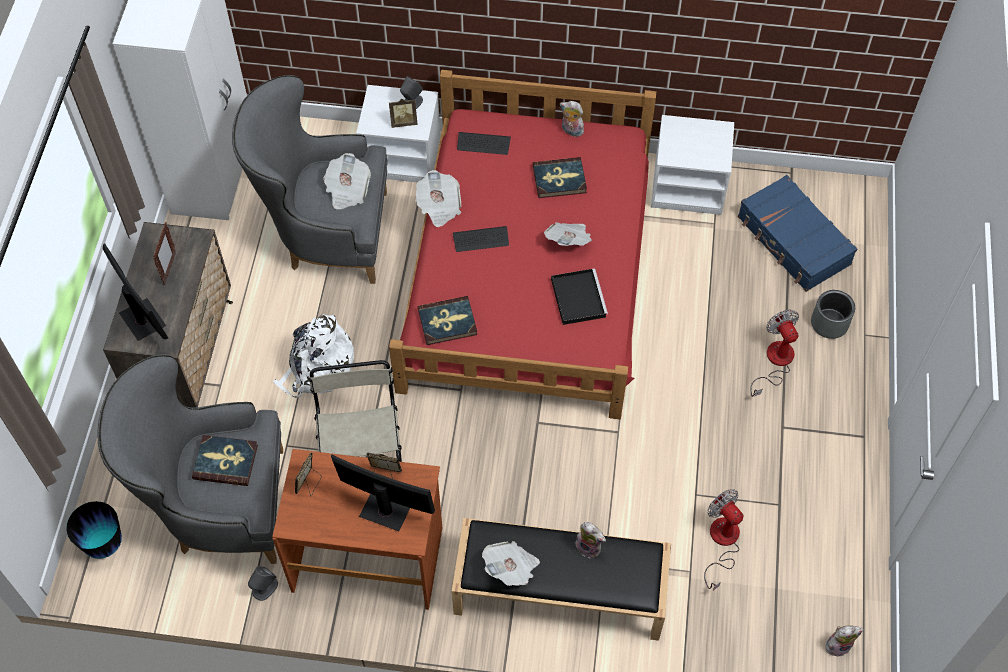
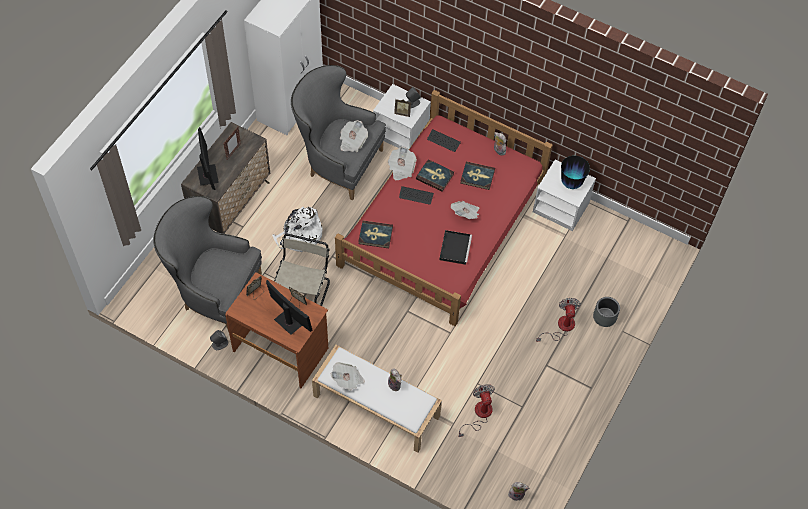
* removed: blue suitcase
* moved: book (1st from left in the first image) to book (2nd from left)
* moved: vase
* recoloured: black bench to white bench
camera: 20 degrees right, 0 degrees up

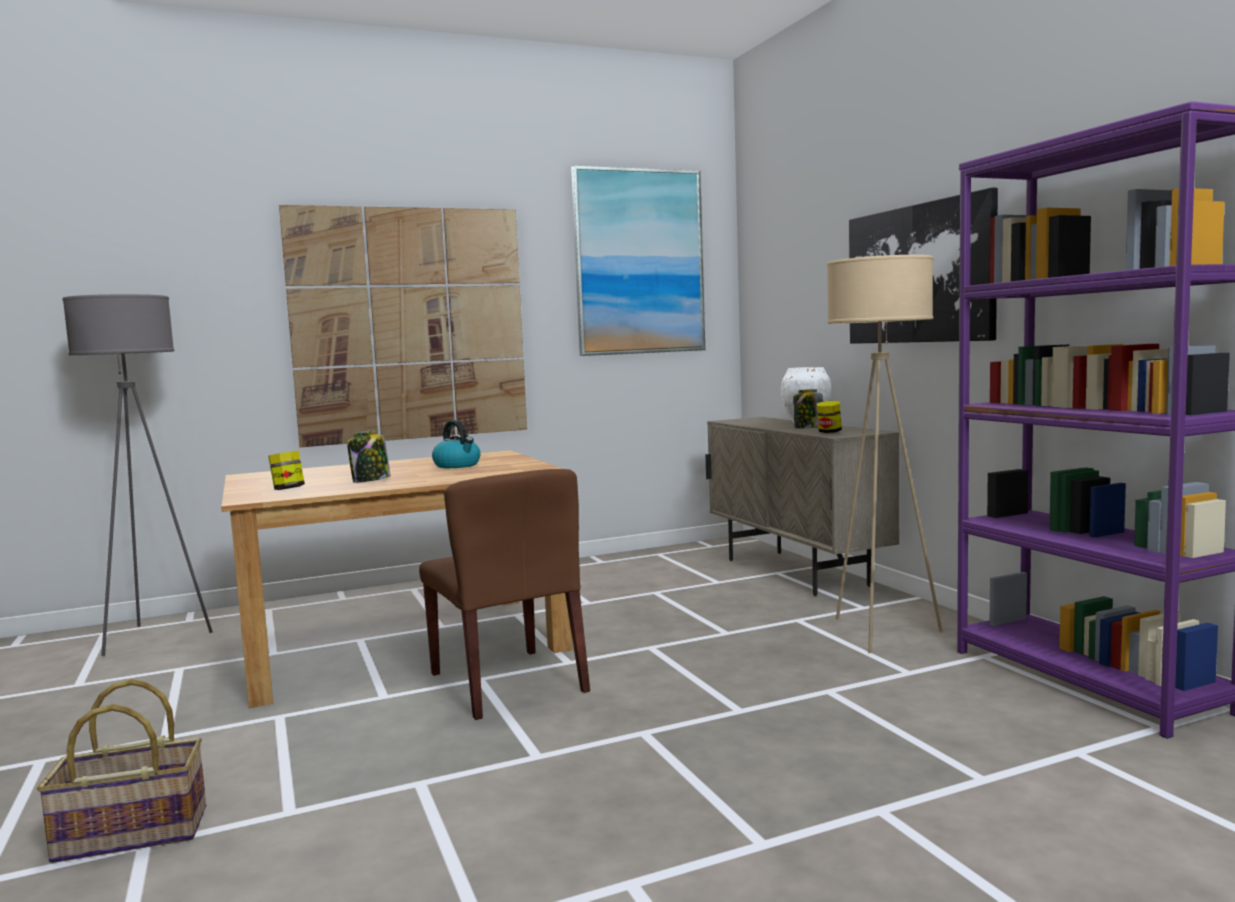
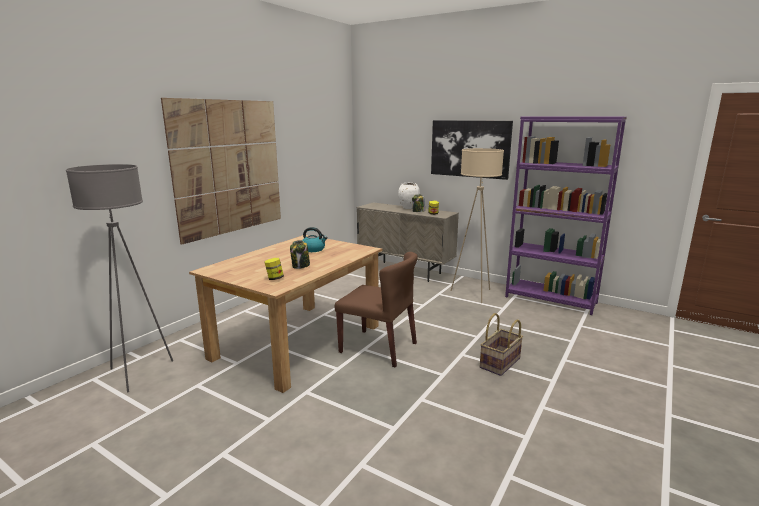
* removed: picture (2nd from left)
* moved: basket
camera: 35 degrees left, 10 degrees up

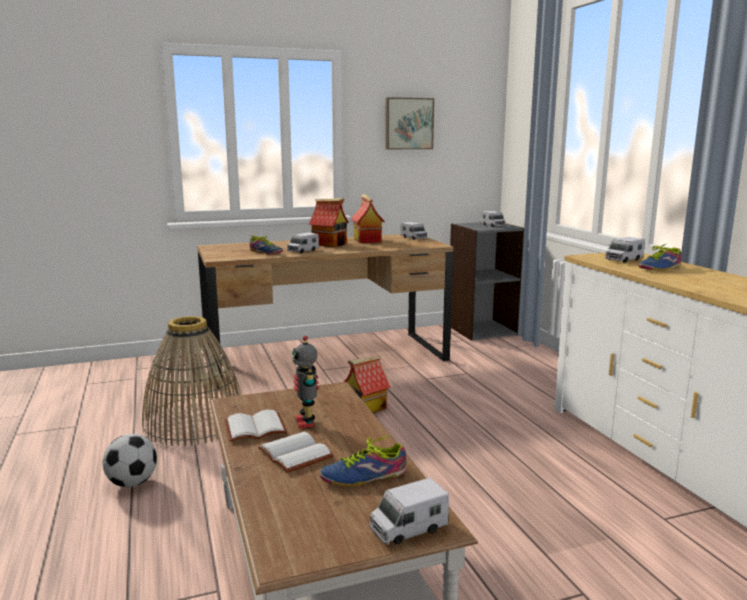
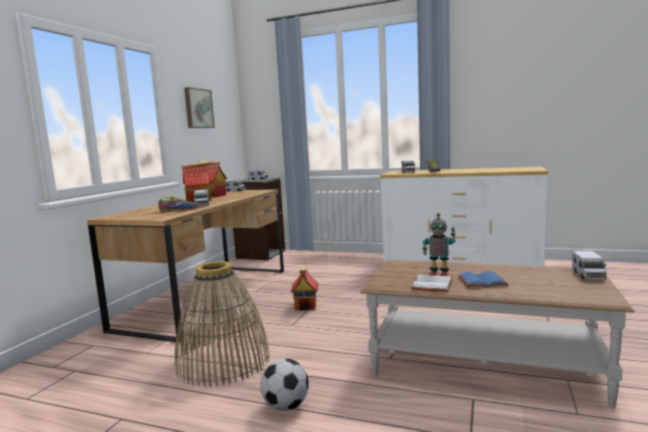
* recoloured: white book (2nd from left) to blue book
* removed: shoe (2nd from left)
camera: 50 degrees left, 5 degrees down

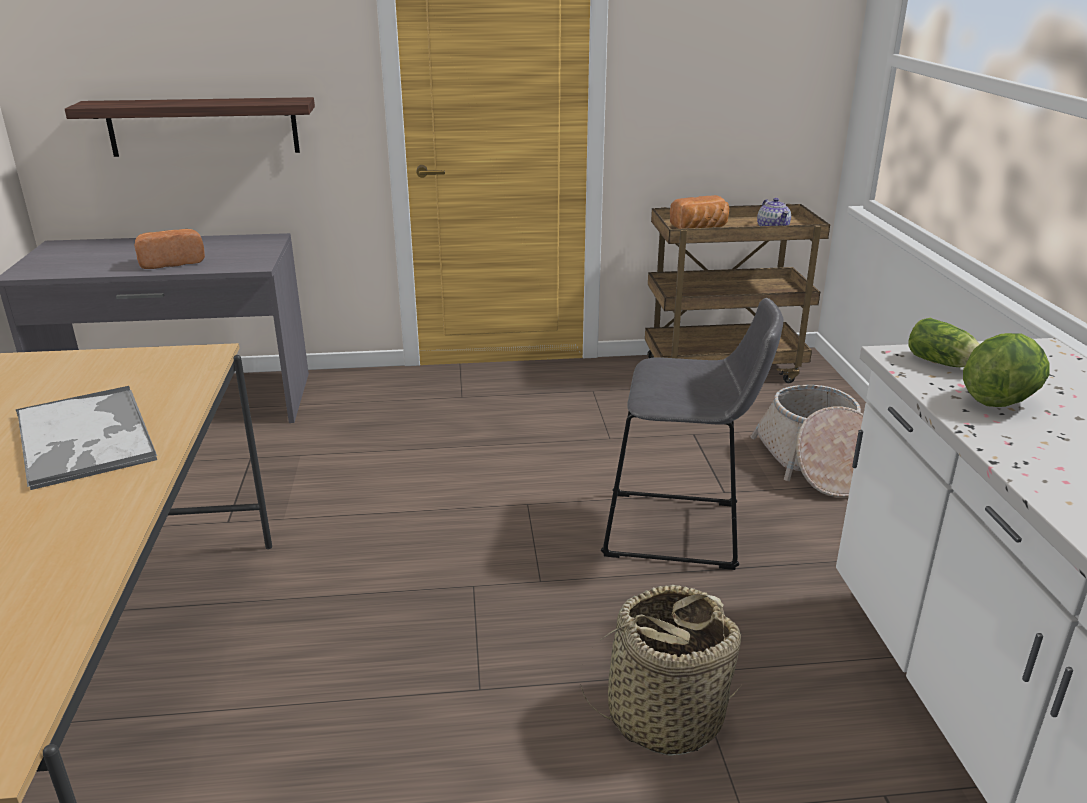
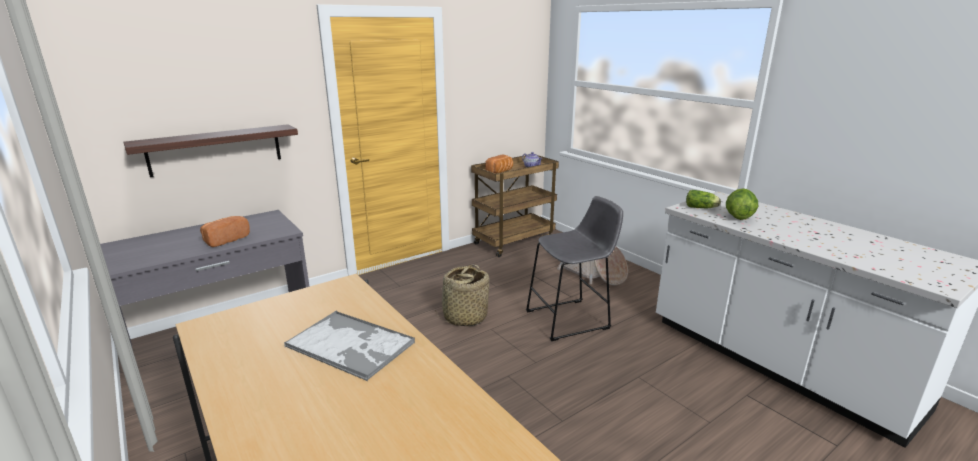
* moved: basket (1st from left)
camera: 30 degrees left, 5 degrees down

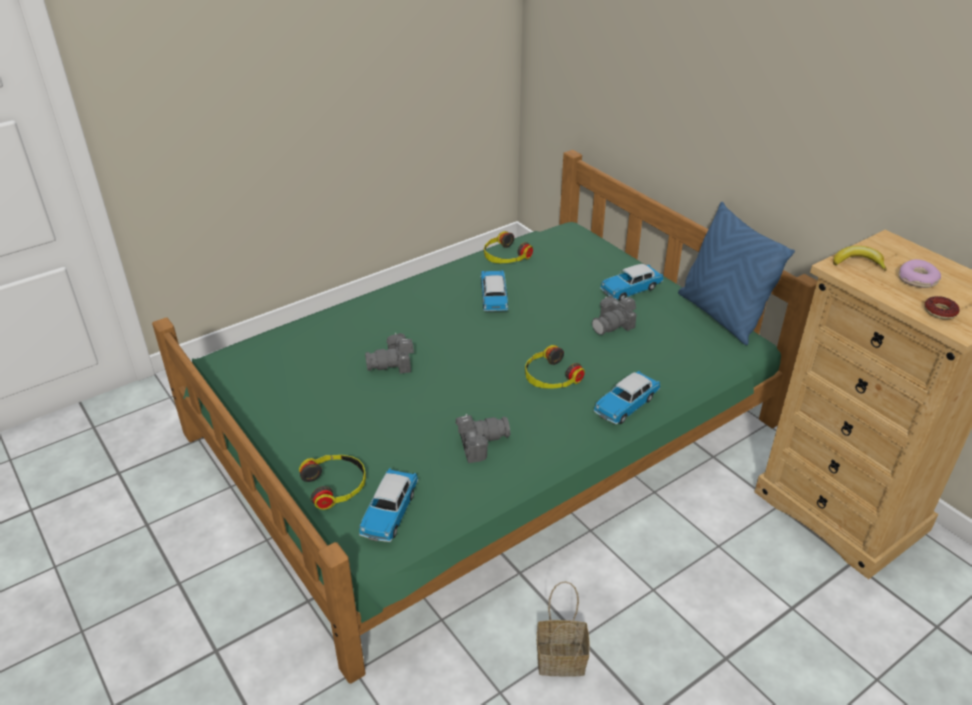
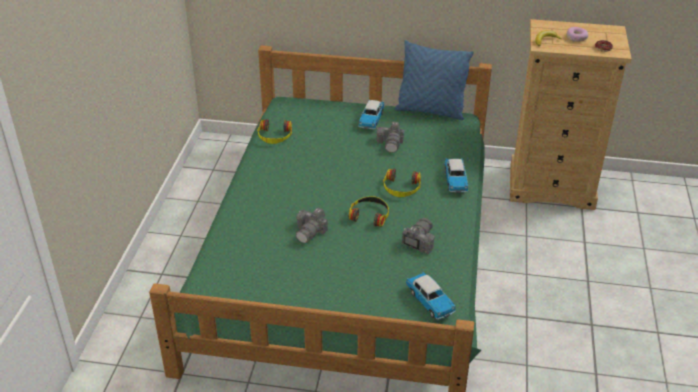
* removed: toy car (2nd from left)
* moved: headphones (1st from left in the first image) to headphones (2nd from left)
* removed: basket
camera: 45 degrees left, 0 degrees up

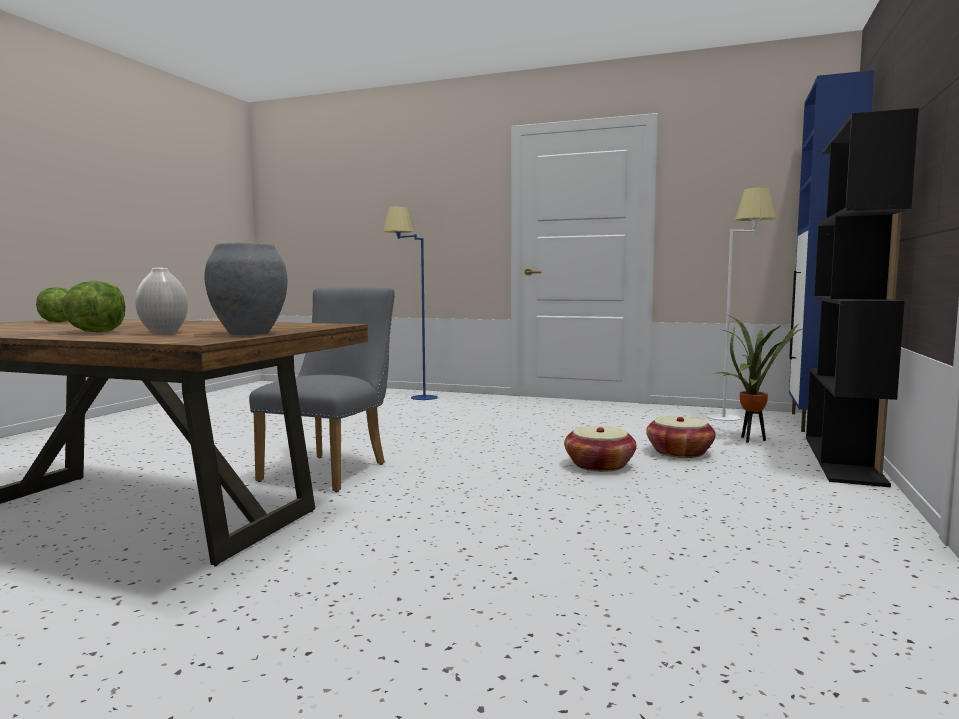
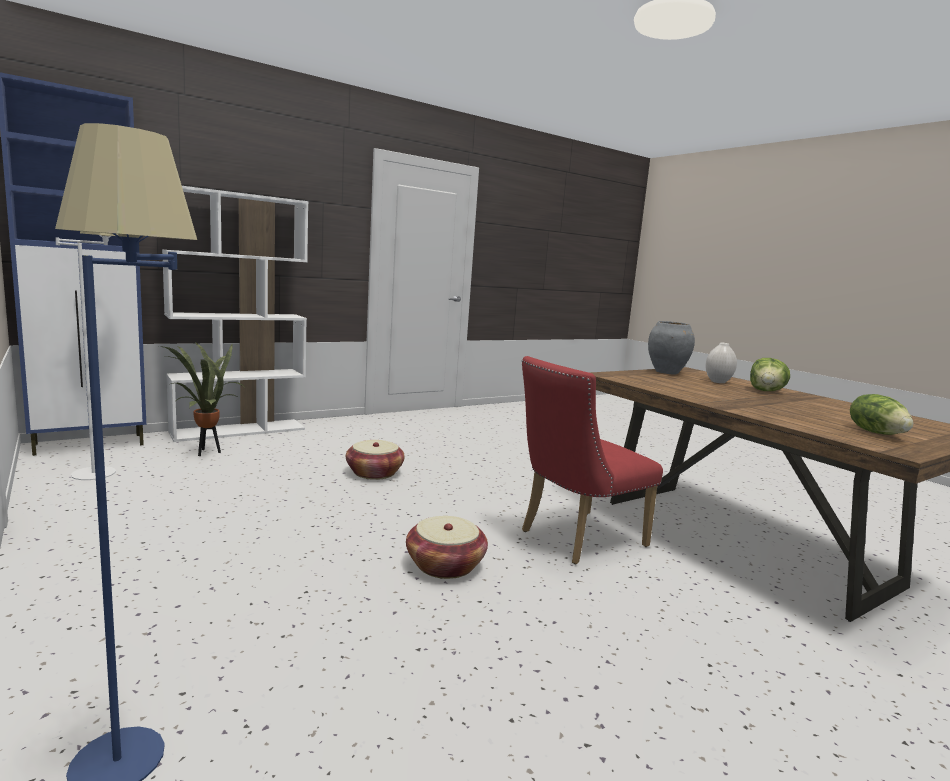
* recoloured: black bookcase to white bookcase
* recoloured: grey chair to red chair
* moved: basket (2nd from left)
camera: 145 degrees left, 5 degrees up

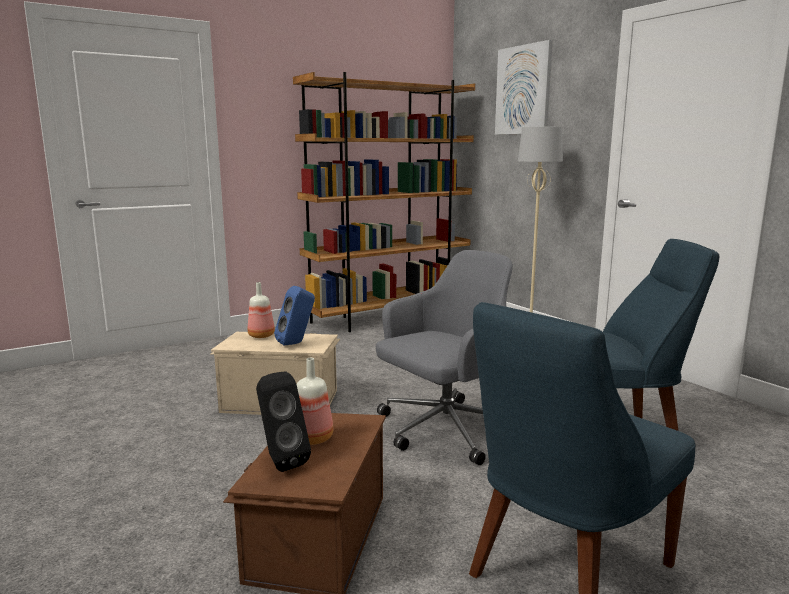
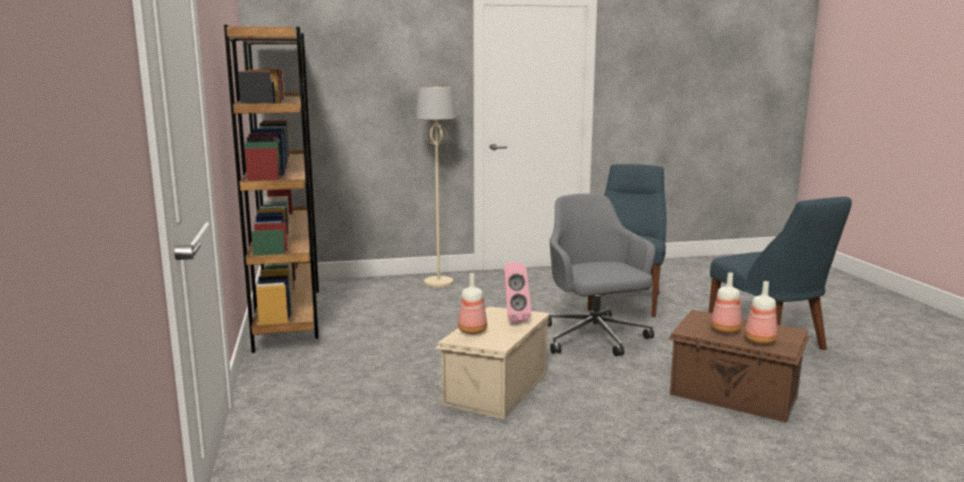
* removed: picture
* recoloured: blue speaker to pink speaker
* replaced: black speaker to bottle (3rd from left)
camera: 70 degrees left, 0 degrees up

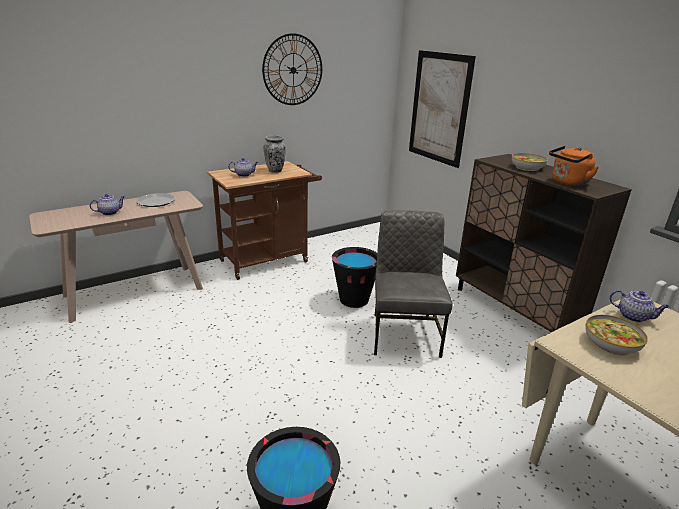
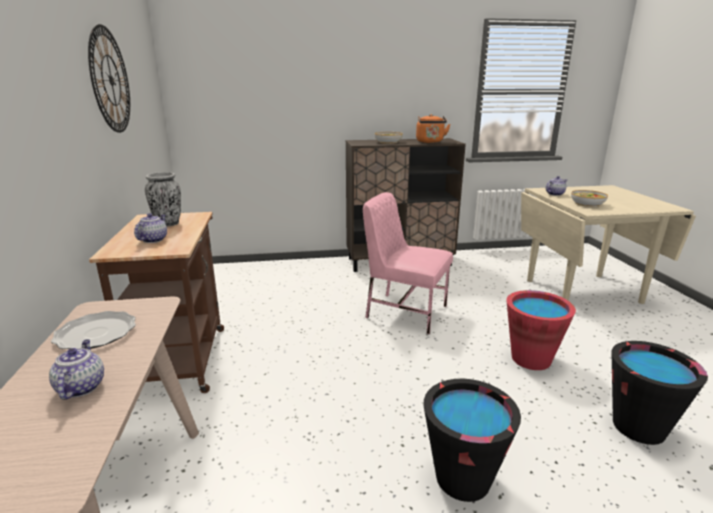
* removed: picture
* recoloured: grey chair to pink chair
* moved: black bucket (2nd from left in the first image) to black bucket (1st from left)
* added: red bucket
camera: 65 degrees left, 5 degrees down

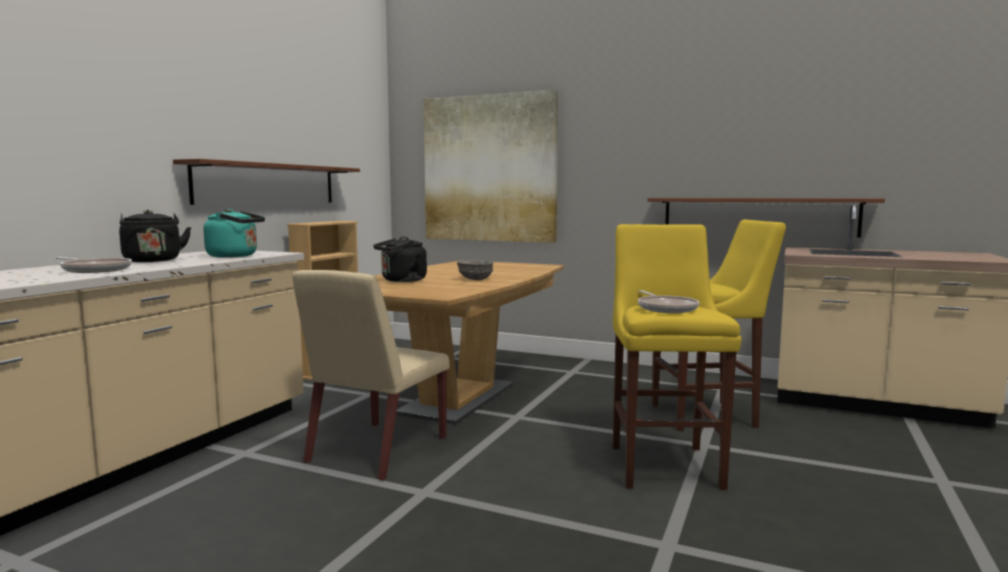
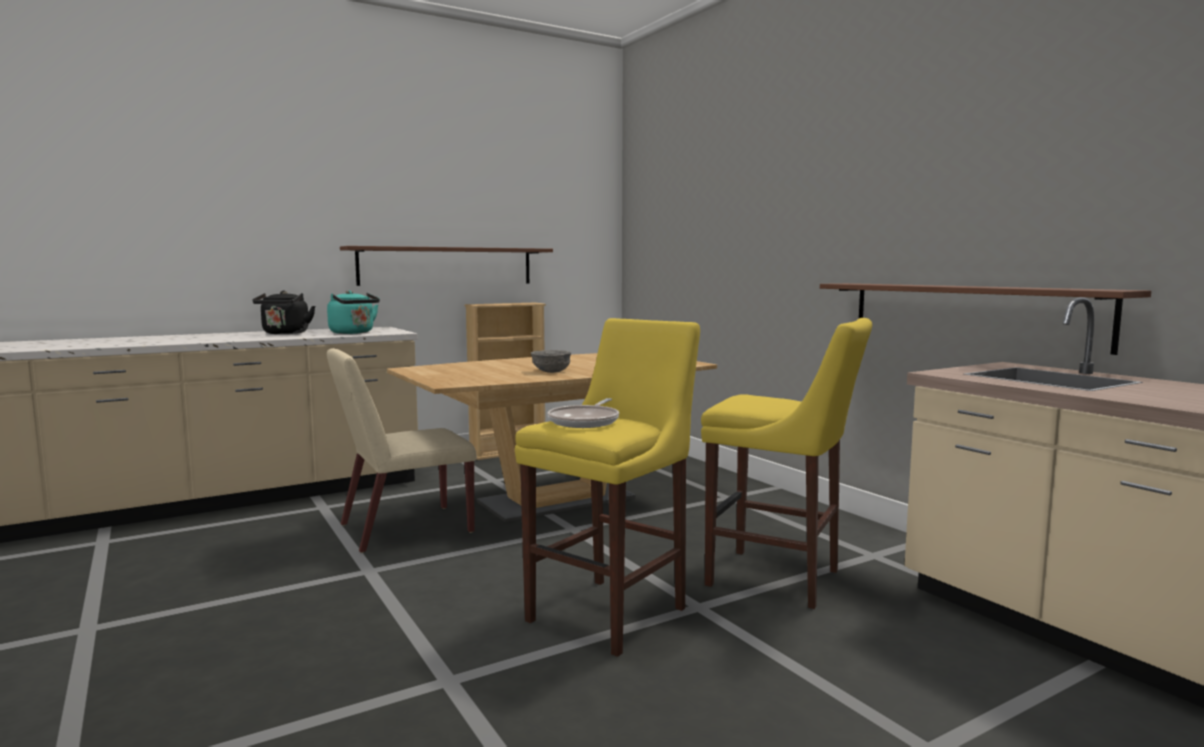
* removed: picture
* removed: black kettle (2nd from left)
* removed: frying pan (1st from left)
camera: 35 degrees right, 0 degrees up

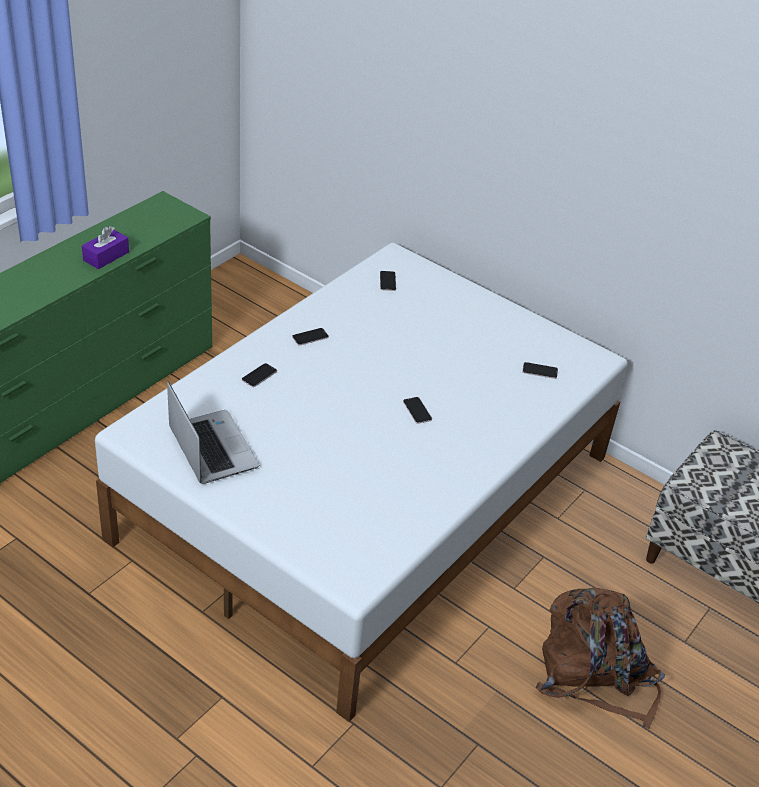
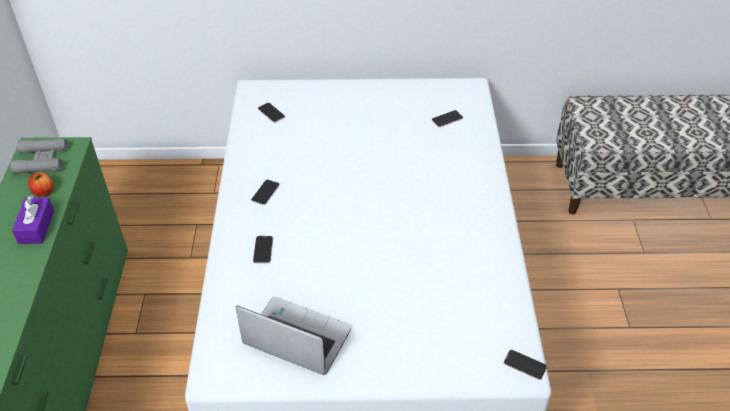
* moved: phone (4th from left in the first image) to phone (5th from left)
* removed: brown backpack
* added: grey binoculars
* added: apple
camera: 35 degrees left, 5 degrees up

